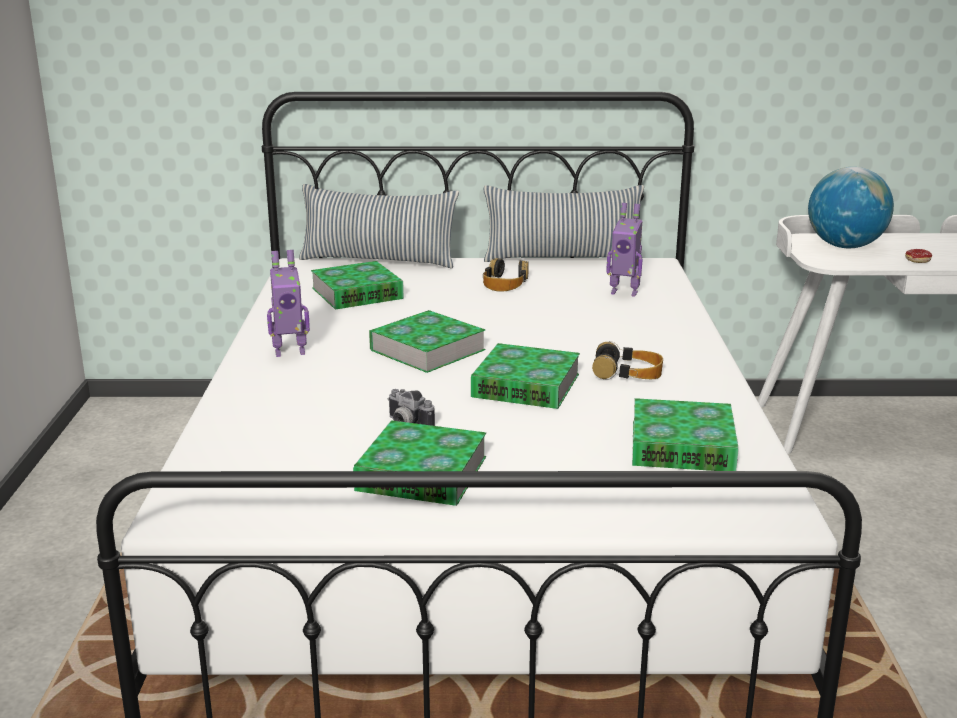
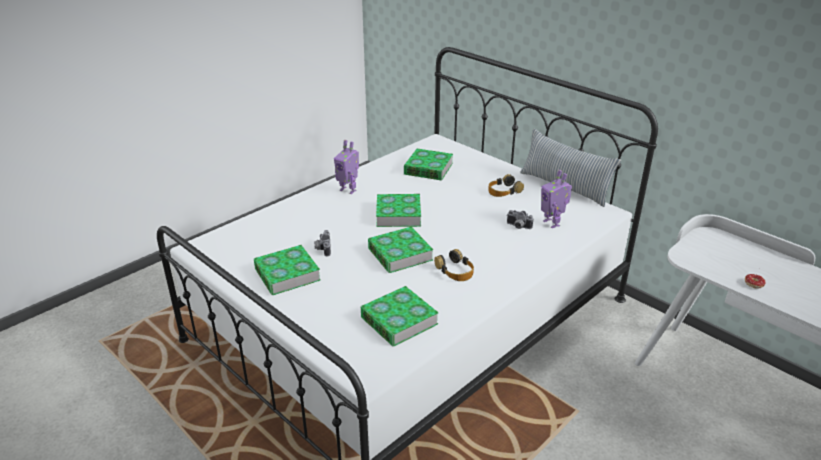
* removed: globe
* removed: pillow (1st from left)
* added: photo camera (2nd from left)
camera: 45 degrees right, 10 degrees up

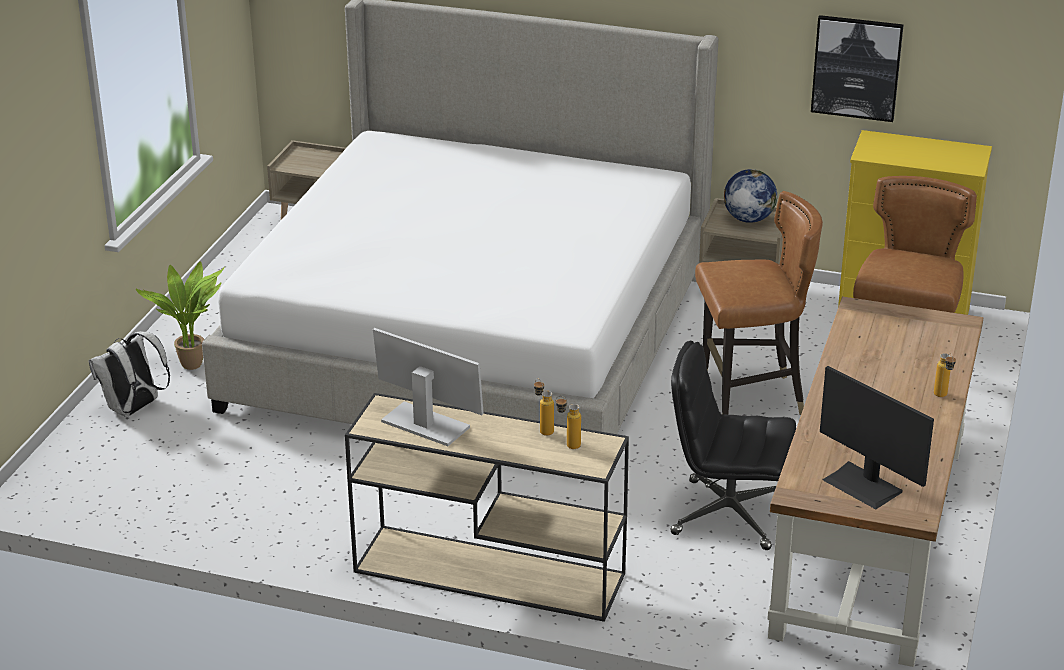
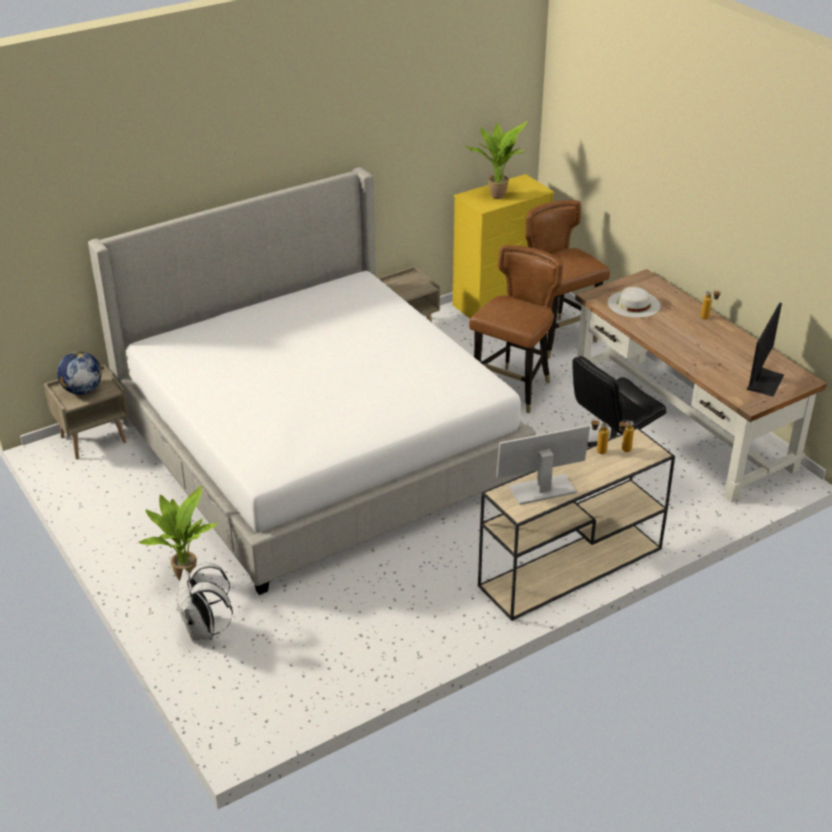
* removed: picture
* moved: globe
* turned: monitor (2nd from left) 60 degrees counterclockwise
* added: potted plant (2nd from left)
* added: white hat
camera: 50 degrees left, 5 degrees up

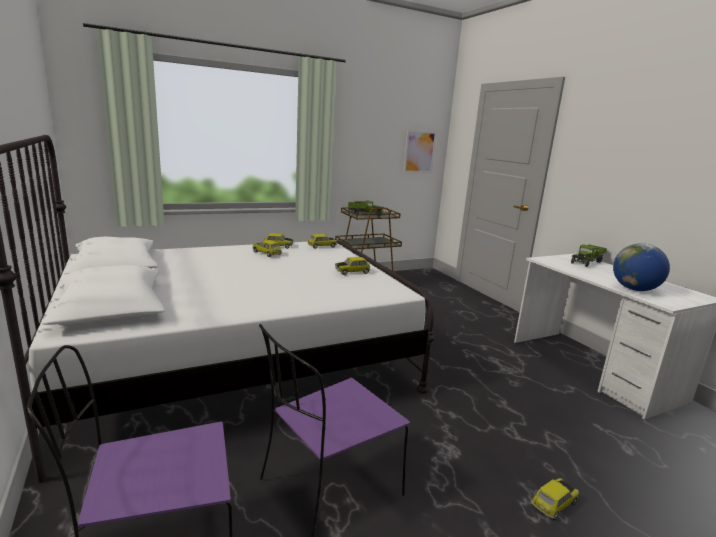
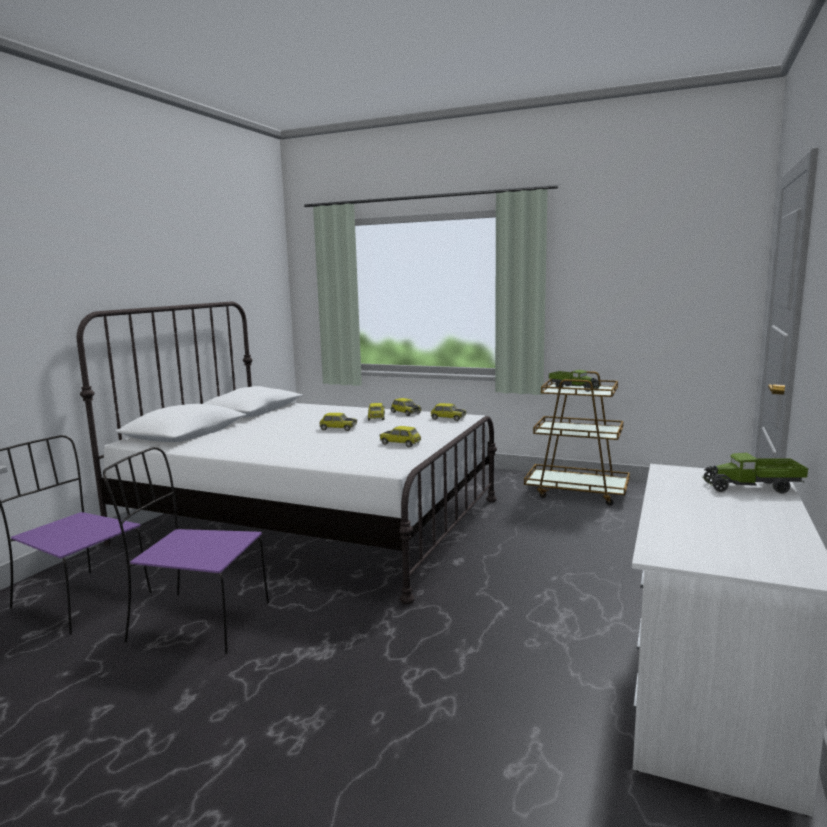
* removed: picture
* removed: globe
* moved: toy car (5th from left in the first image) to toy car (1st from left)
camera: 50 degrees right, 5 degrees down

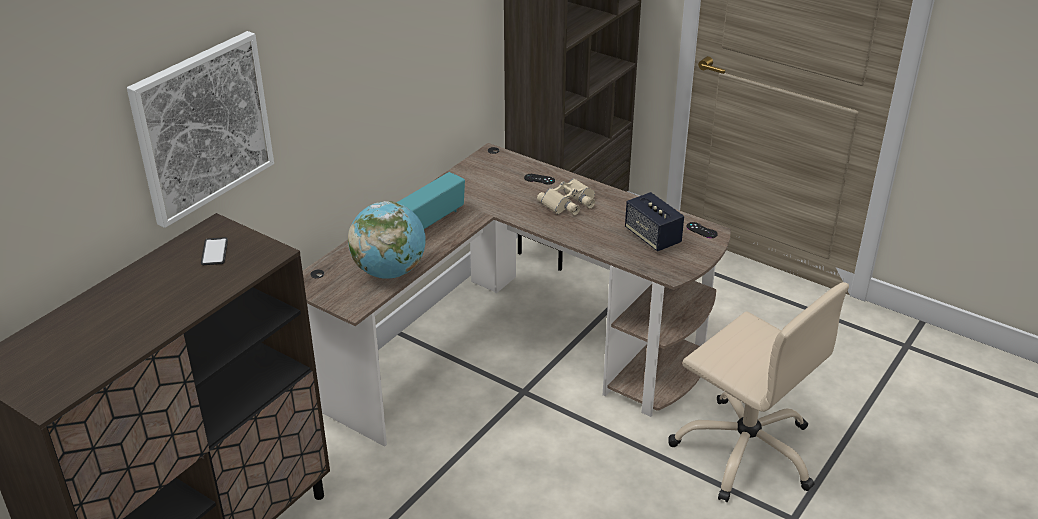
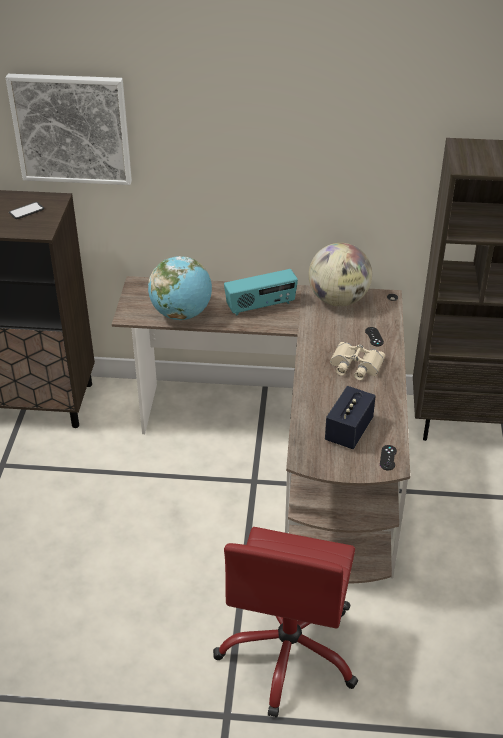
* turned: radio 150 degrees clockwise
* recoloured: beige office chair to red office chair
* added: globe (2nd from left)
camera: 60 degrees right, 5 degrees up

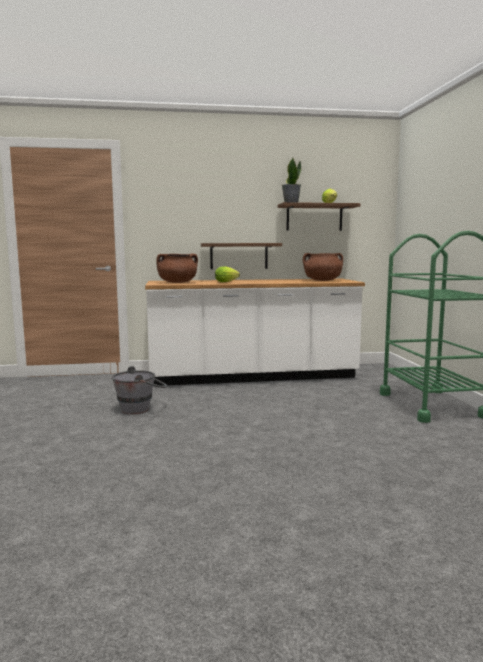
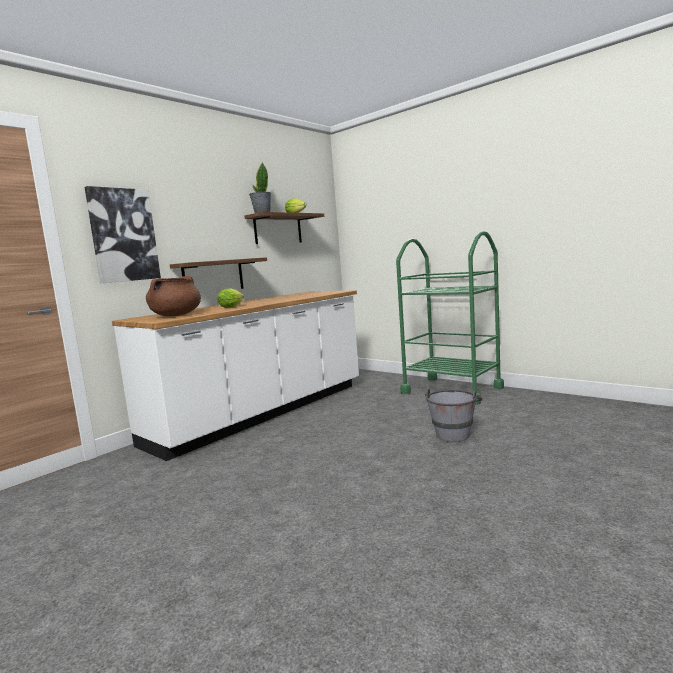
* removed: brown cooking pot (2nd from left)
* moved: grey bucket
* added: picture
camera: 40 degrees left, 0 degrees up

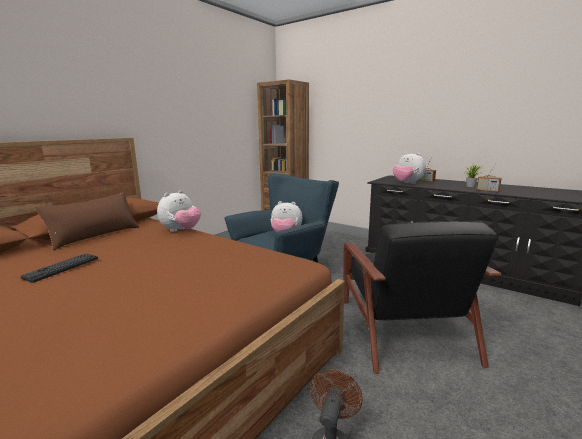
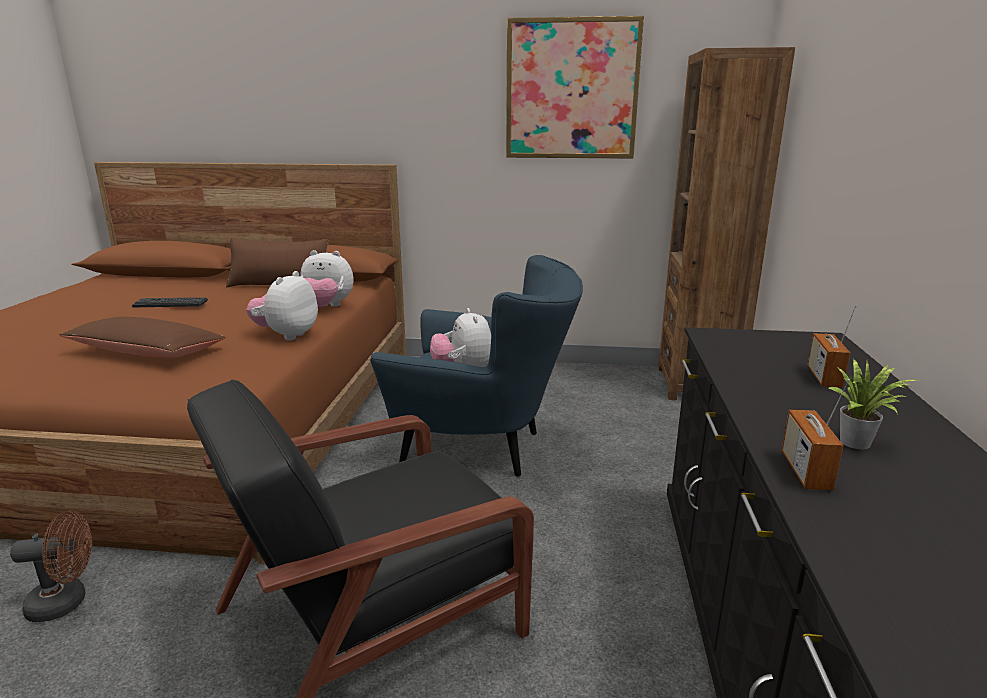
* moved: plush toy (3rd from left in the first image) to plush toy (1st from left)
* added: picture
* added: brown pillow (1st from left)
camera: 60 degrees right, 5 degrees up

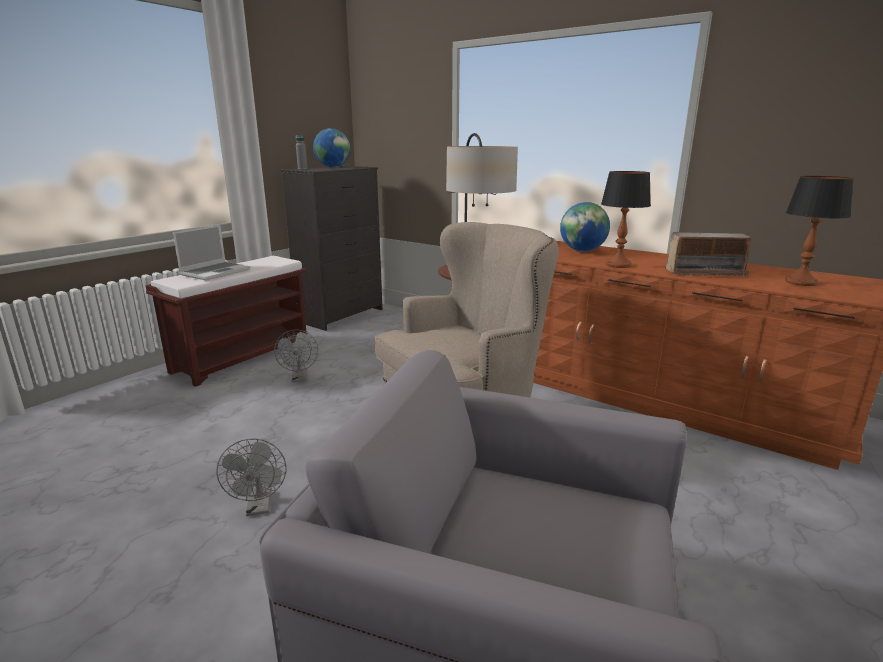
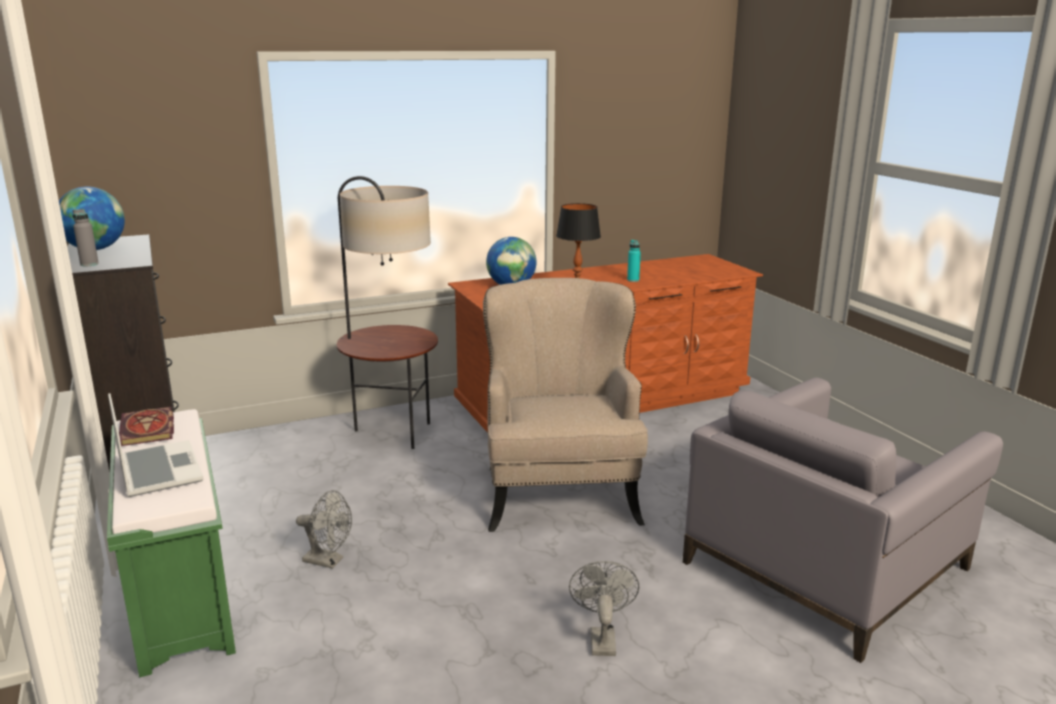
* removed: table lamp (2nd from left)
* replaced: radio to turquoise bottle
* recoloured: brown bench to green bench
* turned: grey fan (1st from left in the first image) 105 degrees counterclockwise
* added: book
camera: 60 degrees left, 0 degrees up

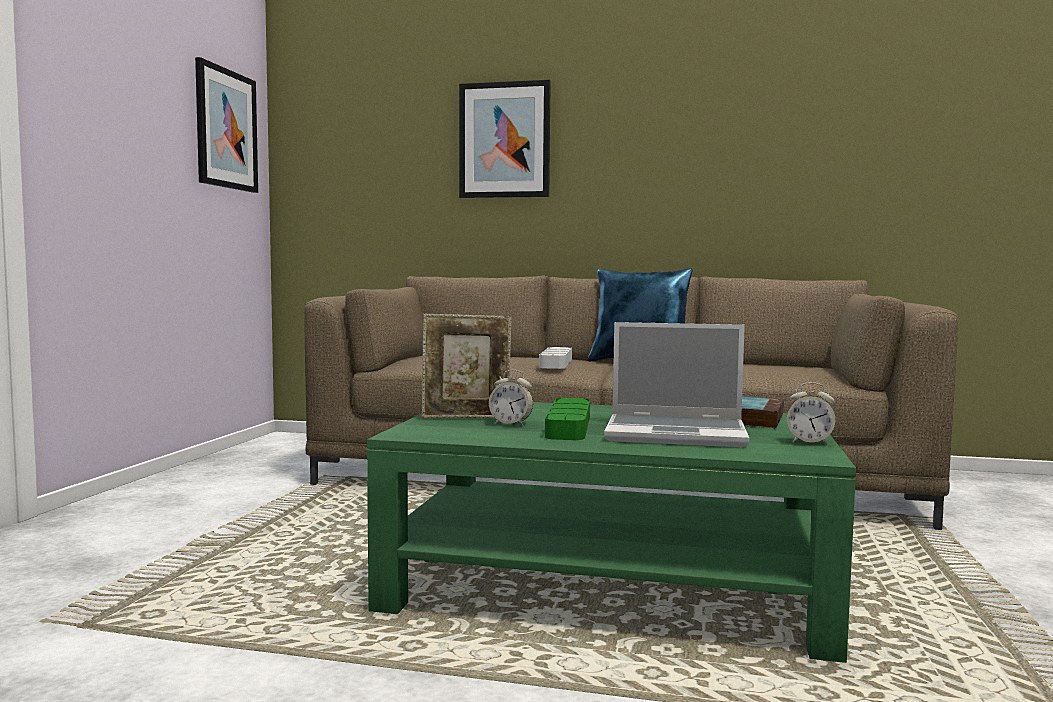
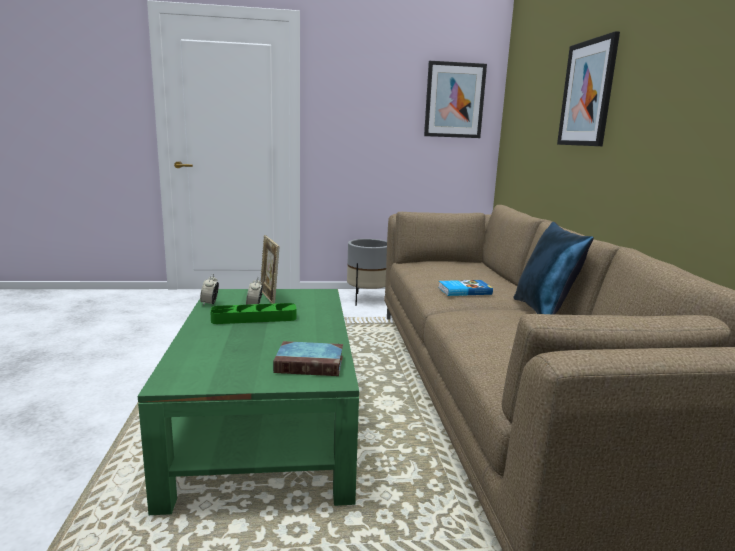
* removed: laptop
* replaced: grey tray to book (2nd from left)
* moved: alarm clock (2nd from left in the first image) to alarm clock (1st from left)
* added: grey planter
camera: 70 degrees right, 10 degrees up

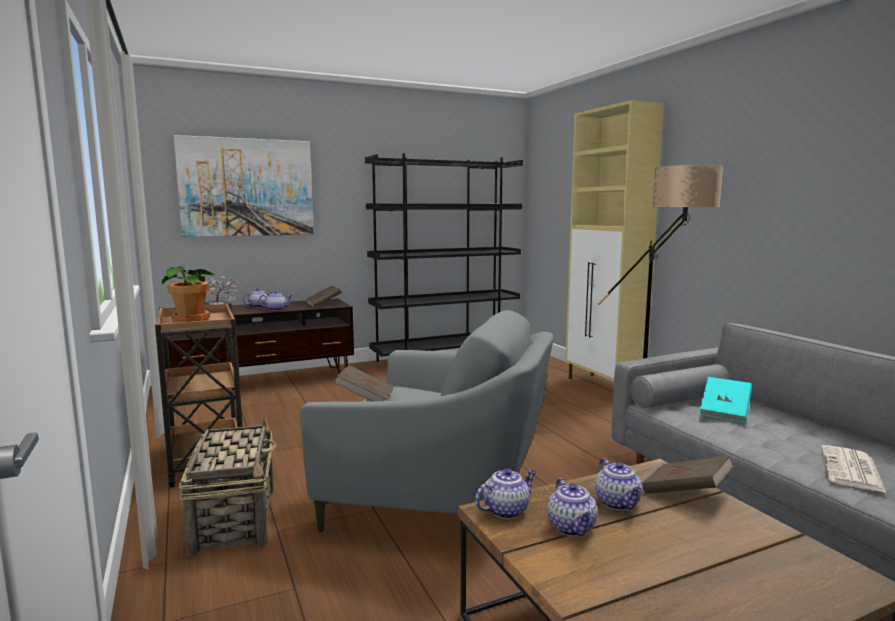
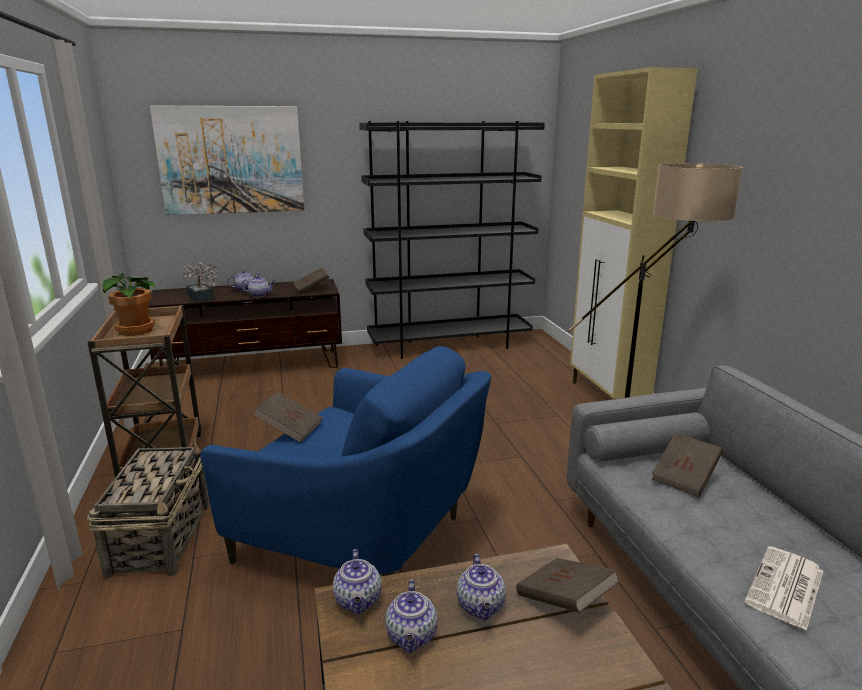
* recoloured: grey armchair to blue armchair
* recoloured: turquoise book to brown book (4th from left)
* turned: teapot (3rd from left) 105 degrees clockwise
camera: 10 degrees right, 10 degrees up

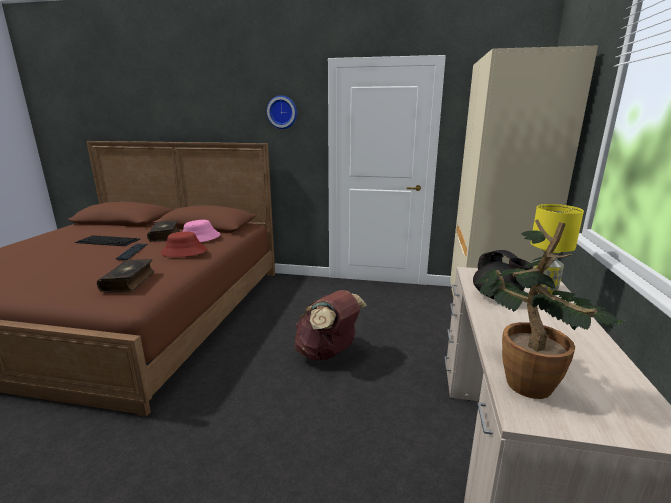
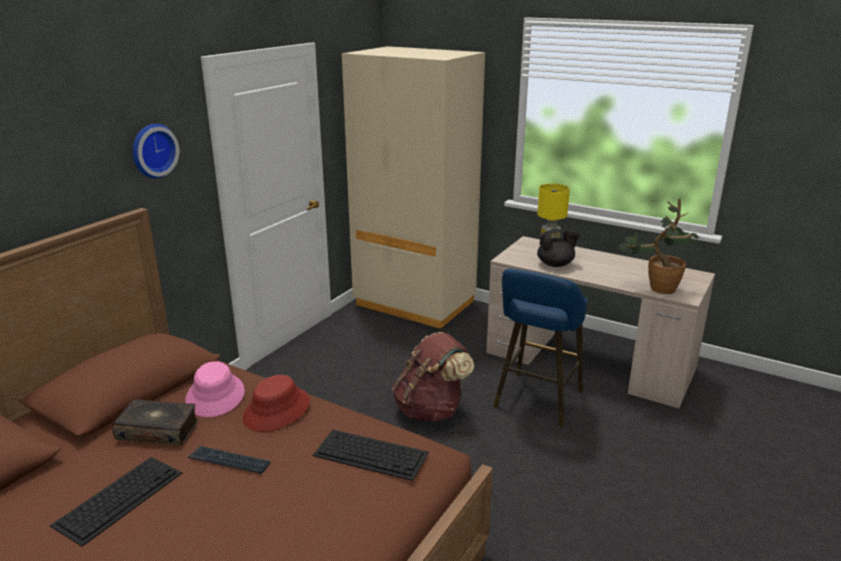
* replaced: book (1st from left) to keyboard (3rd from left)
* added: blue stool
camera: 70 degrees left, 5 degrees up

